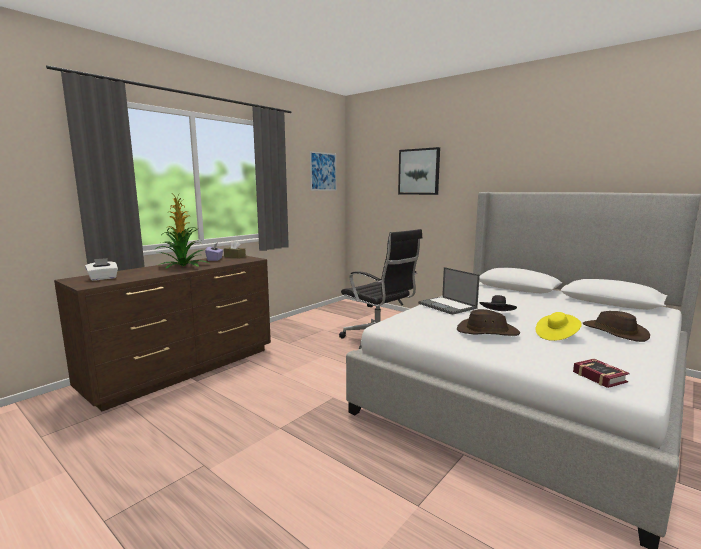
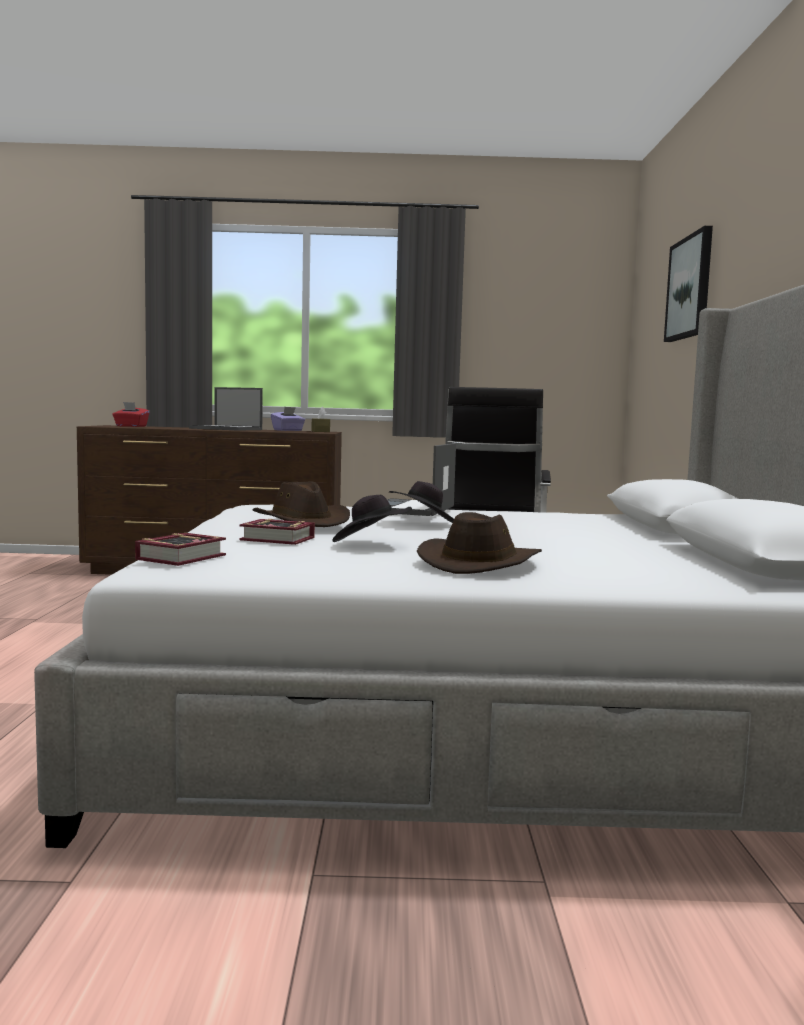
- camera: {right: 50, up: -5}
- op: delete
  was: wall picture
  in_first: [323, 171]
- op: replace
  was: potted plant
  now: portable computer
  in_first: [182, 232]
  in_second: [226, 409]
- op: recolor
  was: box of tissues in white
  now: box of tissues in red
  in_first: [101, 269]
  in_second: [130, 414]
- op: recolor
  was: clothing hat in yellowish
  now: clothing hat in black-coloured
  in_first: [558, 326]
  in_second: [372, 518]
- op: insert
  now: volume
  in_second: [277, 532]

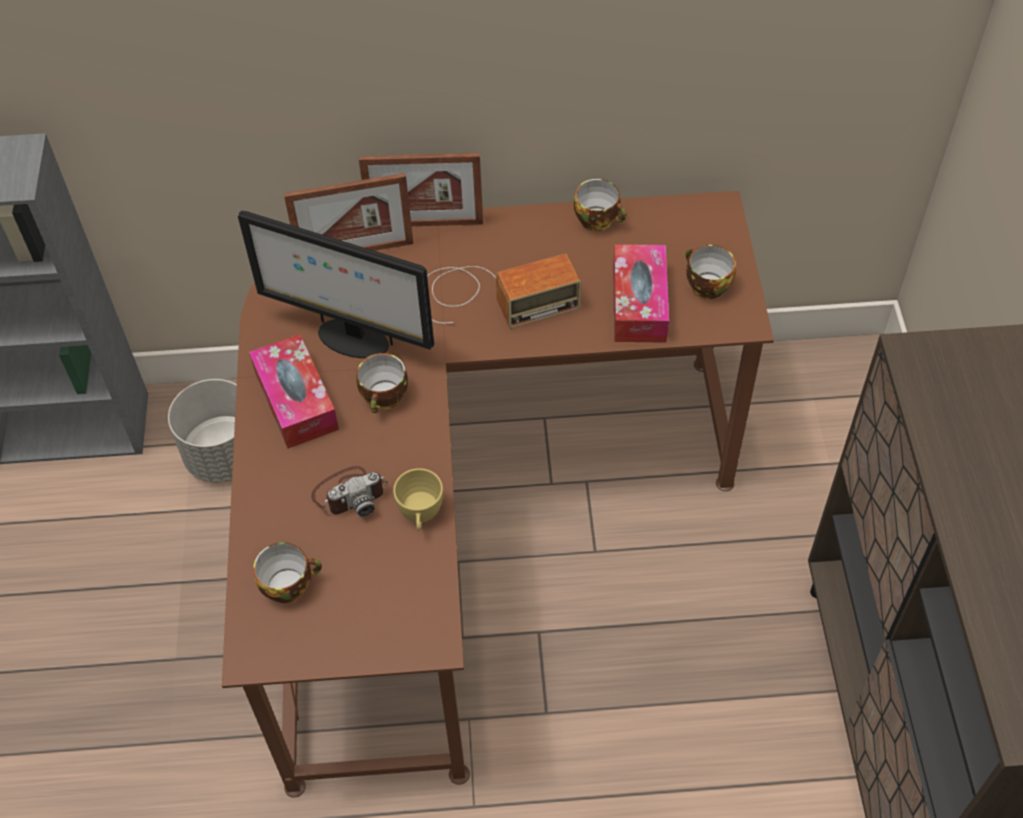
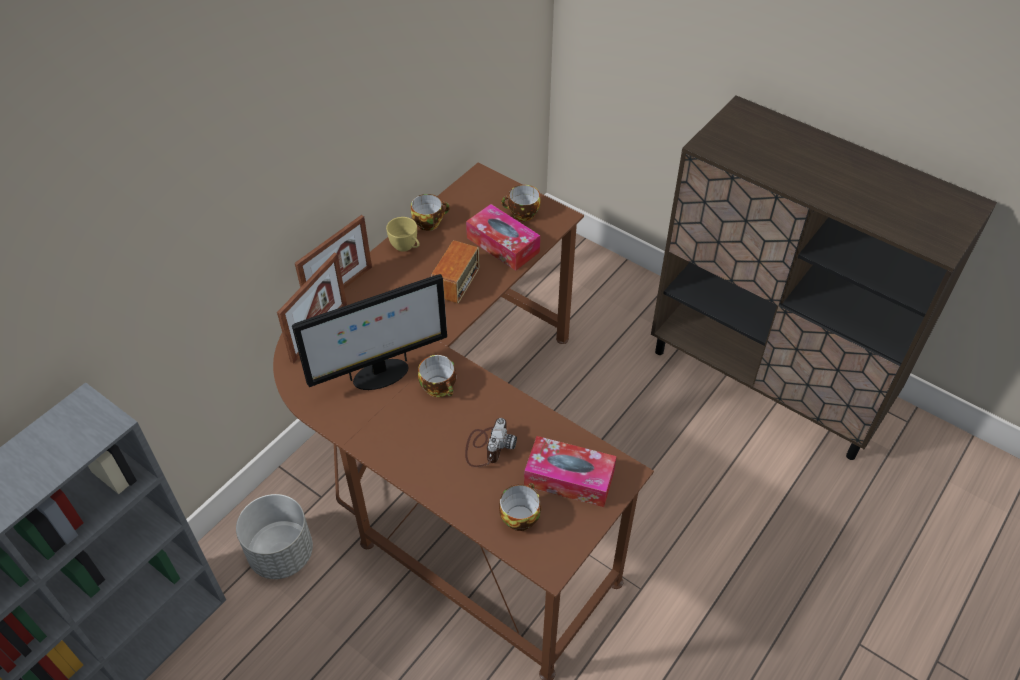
- camera: {right: -50, up: -5}
- op: move
  was: box of tissues
  in_first: [294, 391]
  in_second: [570, 471]
- op: move
  was: drinking cup in yellowish
  in_first: [418, 499]
  in_second: [403, 234]

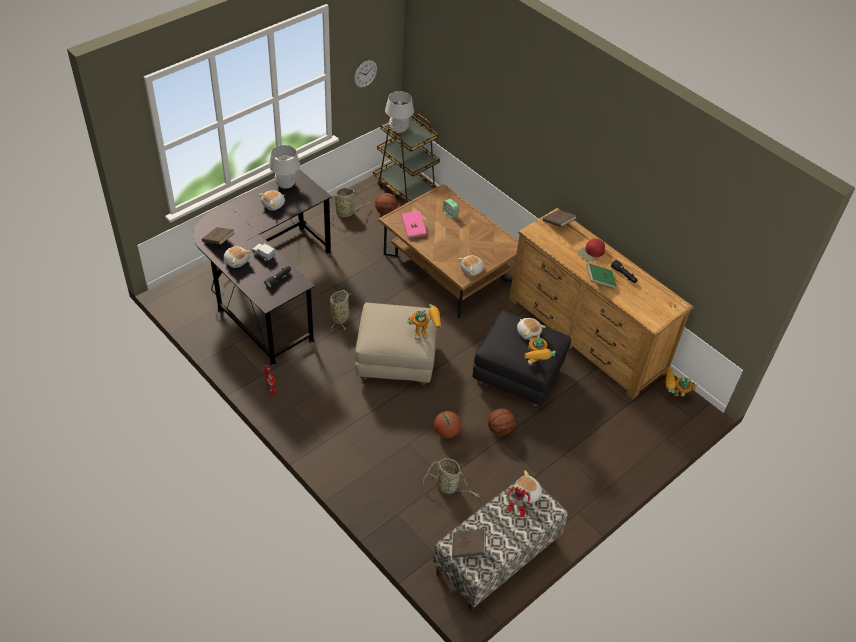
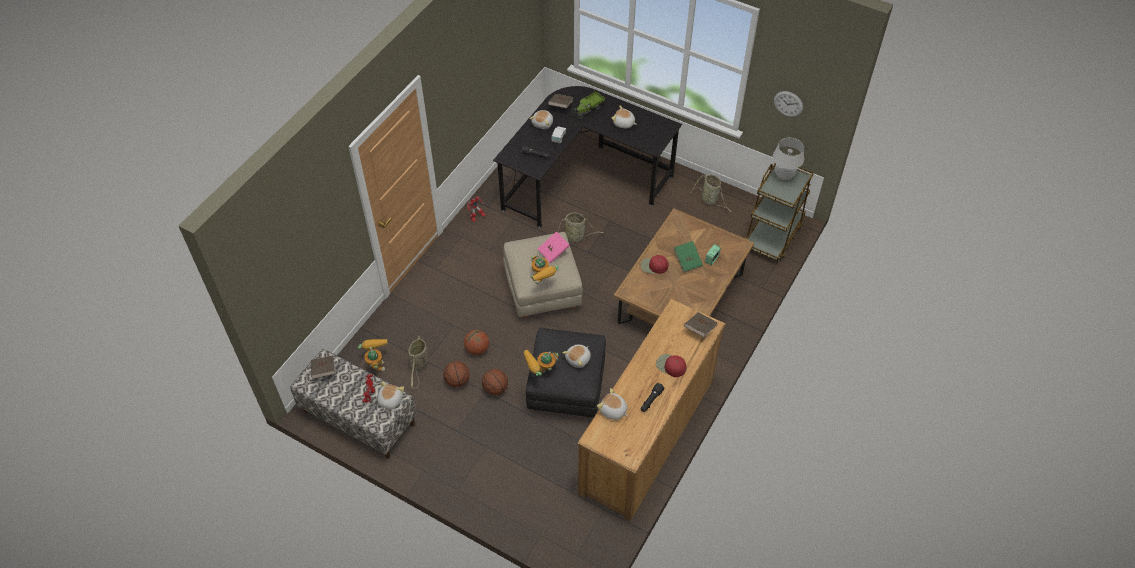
- camera: {right: 75, up: 5}
- op: delete
  was: tabletop lamp in white
  in_first: [284, 167]
- op: move
  was: ball for basketball
  in_first: [386, 204]
  in_second: [456, 374]
- op: move
  was: volume in pinkish
  in_first: [414, 224]
  in_second: [554, 247]
- op: move
  was: plush toy
  in_first: [471, 266]
  in_second: [612, 404]
- op: move
  was: volume in green
  in_first: [601, 276]
  in_second: [688, 256]
- op: move
  was: model robot
  in_first: [681, 382]
  in_second: [373, 355]
- op: insert
  now: toy truck
  in_second: [588, 105]
- op: insert
  now: baseball cap in red
  in_second: [655, 264]

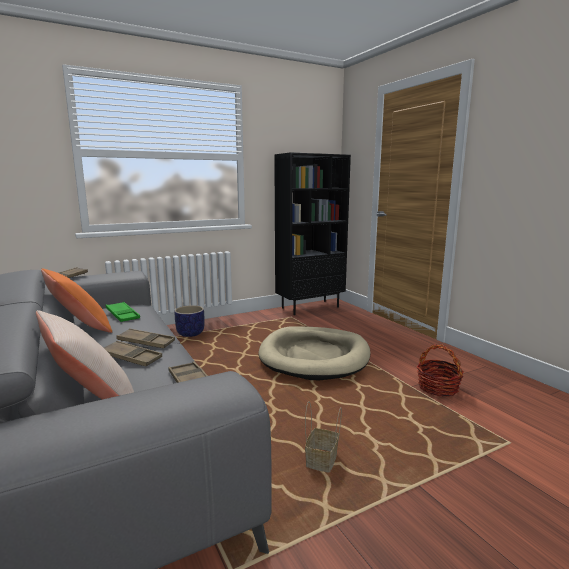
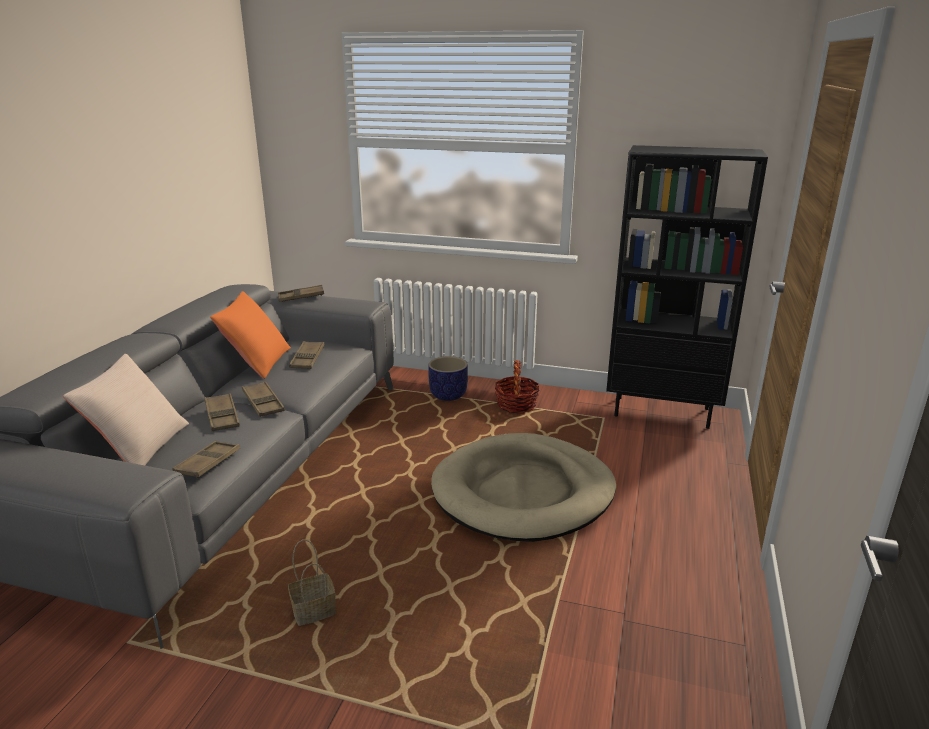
- camera: {right: 45, up: 10}
- op: recolor
  was: tray in green
  now: tray in brownish
  in_first: [123, 312]
  in_second: [306, 355]
- op: move
  was: basket
  in_first: [440, 370]
  in_second: [517, 386]

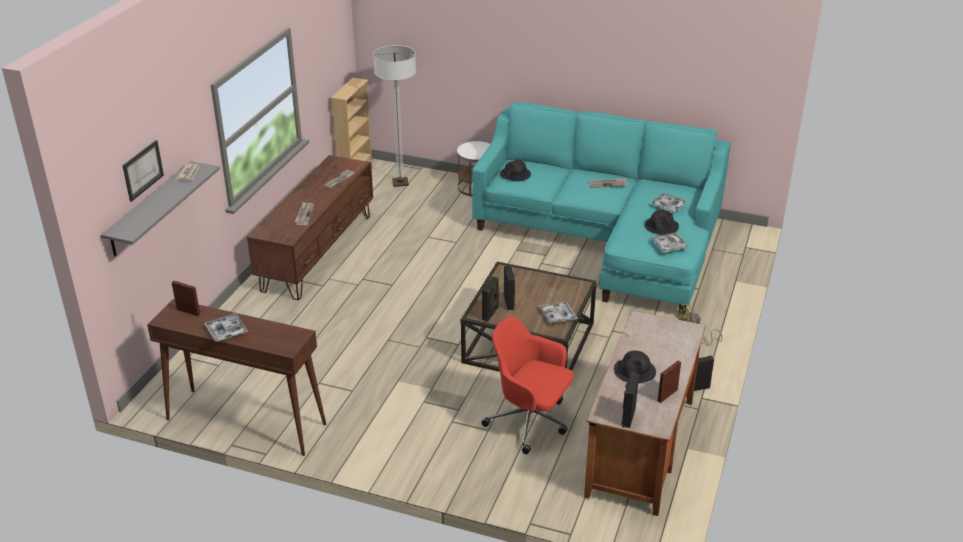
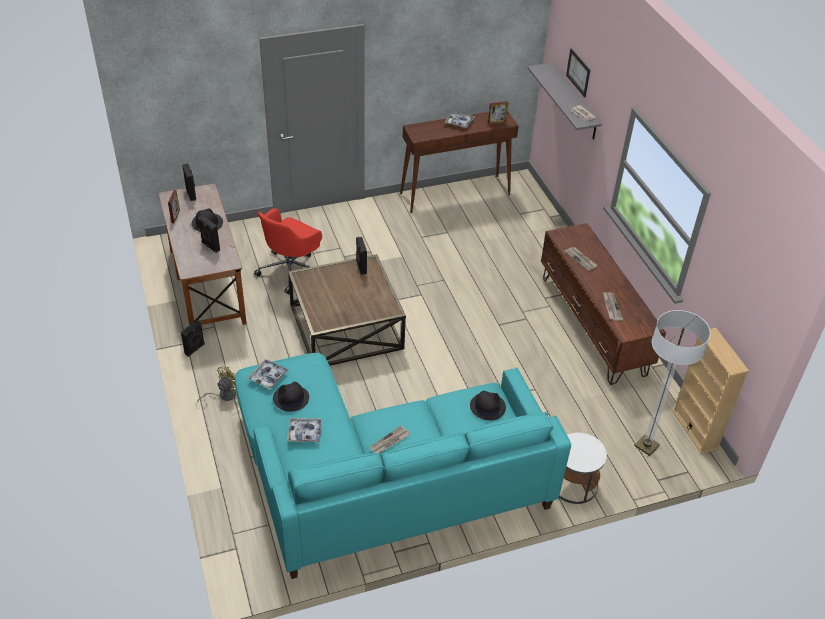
- camera: {right: 140, up: 10}
- op: move
  was: loudspeaker in black-coloured
  in_first: [509, 287]
  in_second: [209, 234]
- op: delete
  was: tray
  in_first: [558, 312]
- op: rotate
  was: desk chair in red
  in_first: [527, 385]
  in_second: [288, 251]
  clockwise: 135

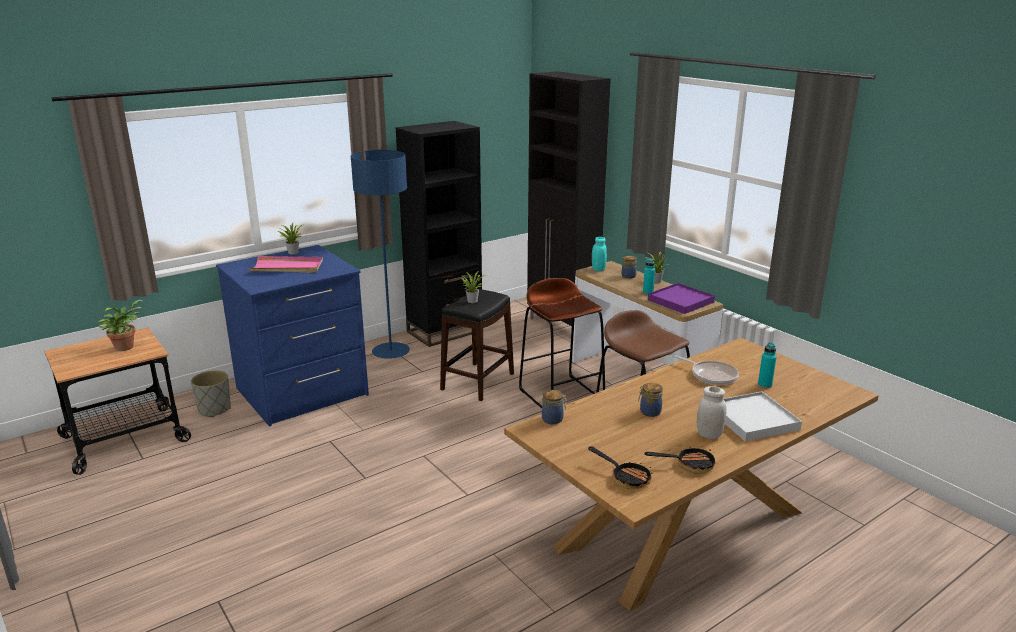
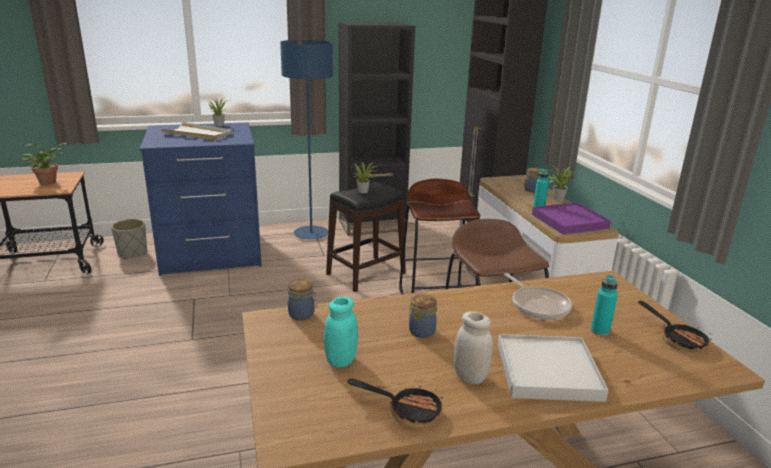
- camera: {right: 20, up: 0}
- op: move
  was: storage jar in turquoise
  in_first: [599, 254]
  in_second: [341, 332]
- op: recolor
  was: tray in pinkish
  now: tray in white
  in_first: [285, 264]
  in_second: [196, 131]
- op: move
  was: pan
  in_first: [620, 467]
  in_second: [675, 326]

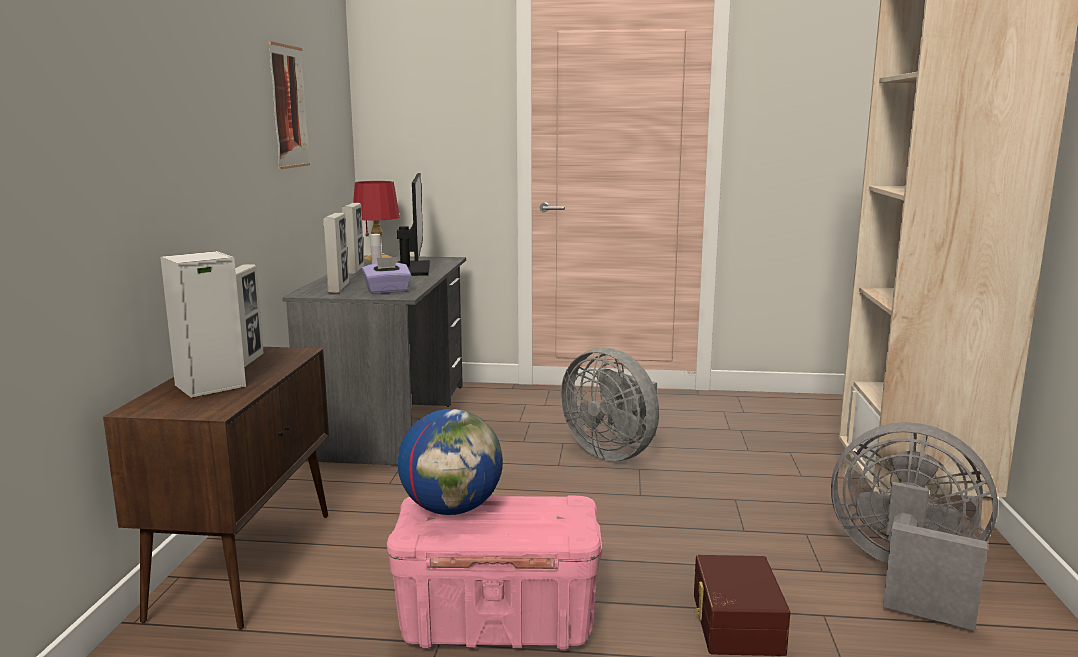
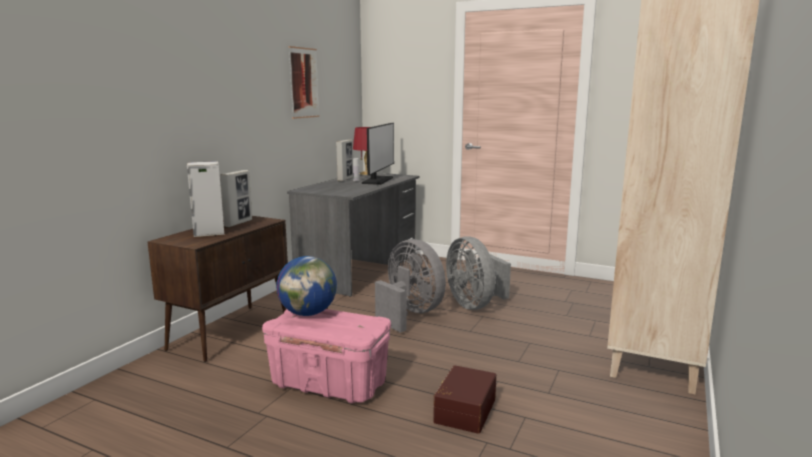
- camera: {right: 20, up: 0}
- op: delete
  was: photo frame
  in_first: [336, 253]
- op: delete
  was: box of tissues in purple-coloured
  in_first: [386, 275]
- op: move
  was: electric fan in gray
  in_first: [914, 526]
  in_second: [410, 286]

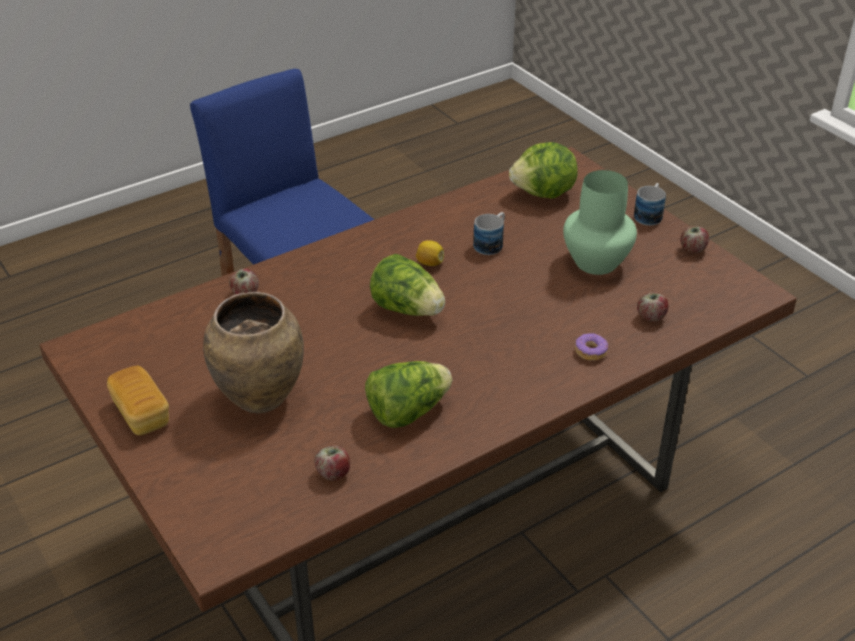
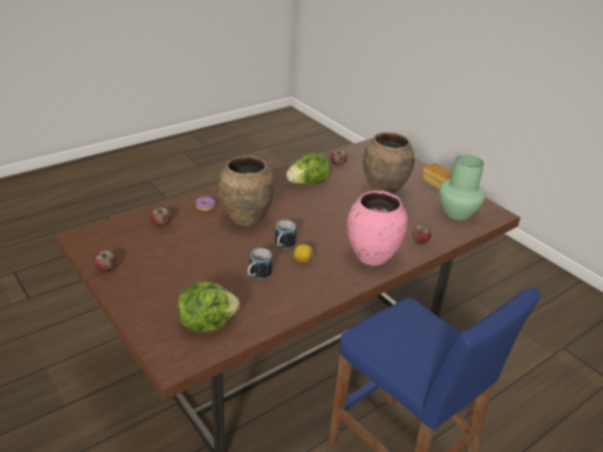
- camera: {right: 175, up: -5}
- op: move
  was: decorative vase in green
  in_first: [600, 222]
  in_second: [462, 187]
- op: move
  was: mug
  in_first: [650, 204]
  in_second: [285, 234]
- op: delete
  was: lettuce head
  in_first: [407, 285]
- op: insert
  now: decorative vase in brownish
  in_second: [246, 191]
- op: insert
  now: decorative vase in pinkish
  in_second: [377, 228]

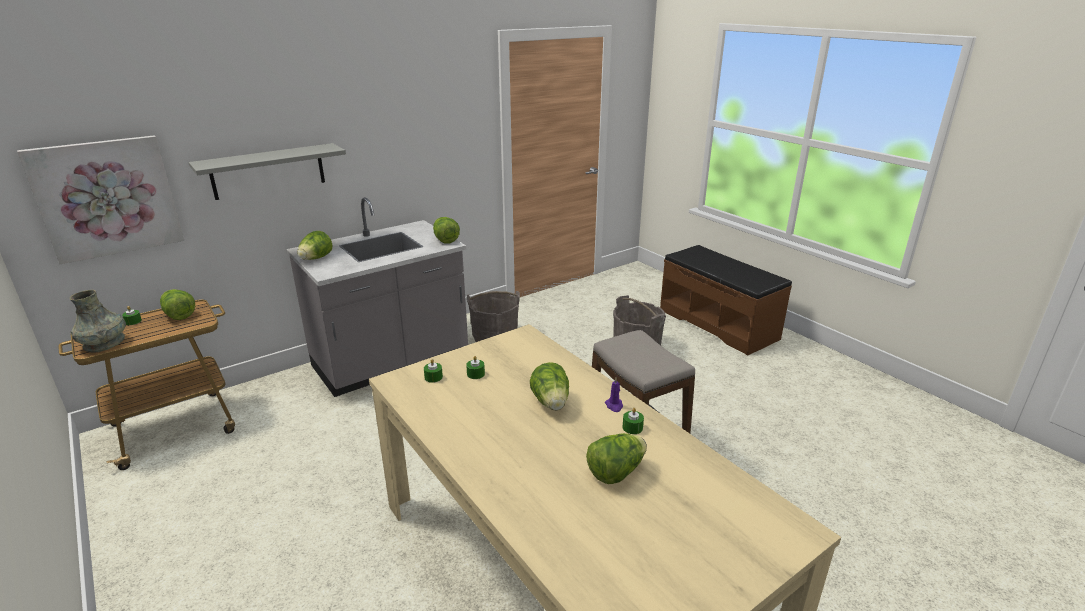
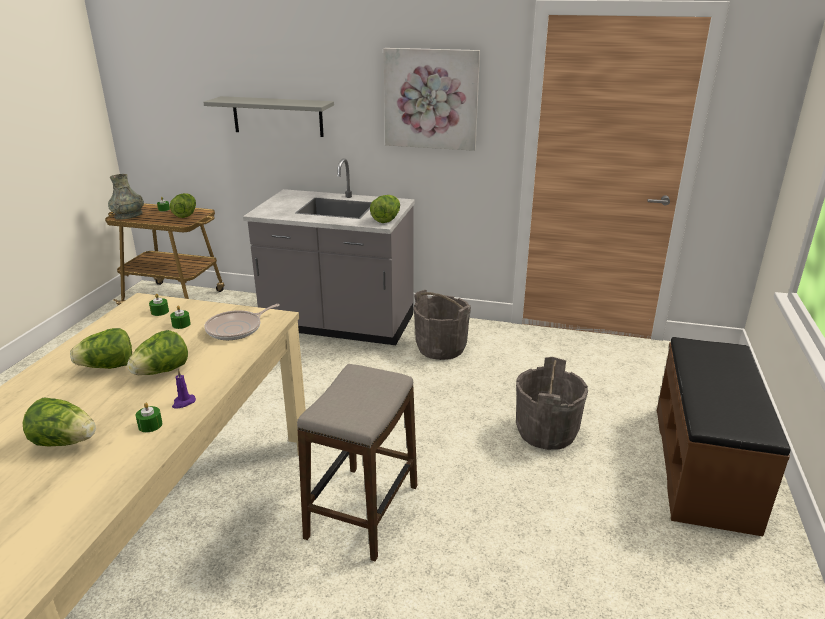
- camera: {right: 50, up: 0}
- op: move
  was: wall picture
  in_first: [100, 199]
  in_second: [431, 99]
- op: move
  was: lettuce head
  in_first: [314, 245]
  in_second: [101, 348]
- op: insert
  now: pan
  in_second: [242, 322]

